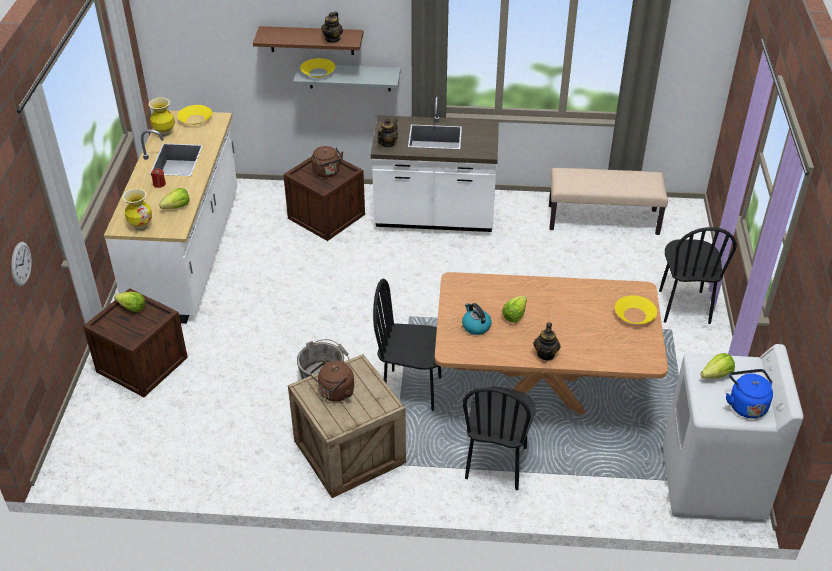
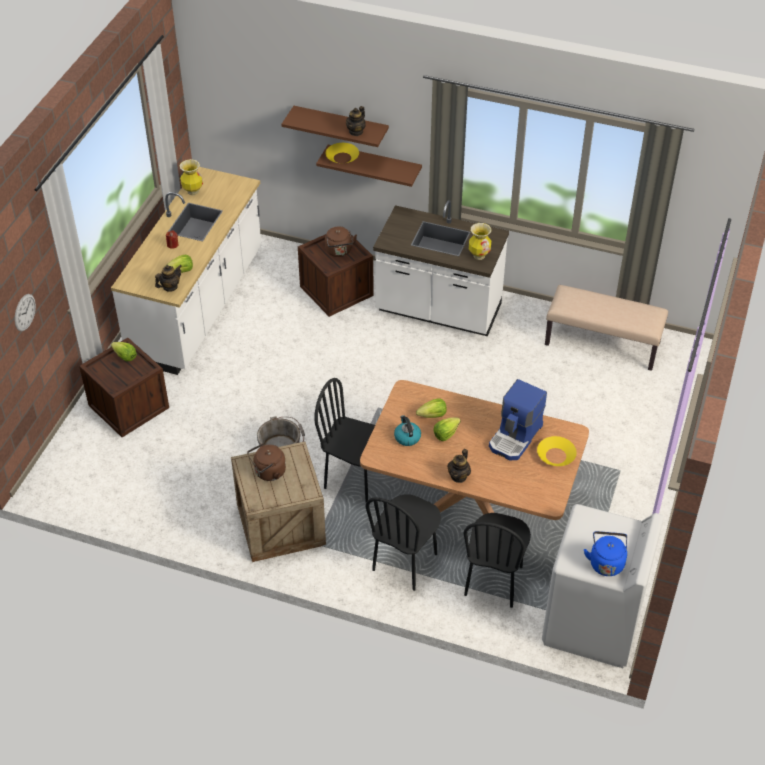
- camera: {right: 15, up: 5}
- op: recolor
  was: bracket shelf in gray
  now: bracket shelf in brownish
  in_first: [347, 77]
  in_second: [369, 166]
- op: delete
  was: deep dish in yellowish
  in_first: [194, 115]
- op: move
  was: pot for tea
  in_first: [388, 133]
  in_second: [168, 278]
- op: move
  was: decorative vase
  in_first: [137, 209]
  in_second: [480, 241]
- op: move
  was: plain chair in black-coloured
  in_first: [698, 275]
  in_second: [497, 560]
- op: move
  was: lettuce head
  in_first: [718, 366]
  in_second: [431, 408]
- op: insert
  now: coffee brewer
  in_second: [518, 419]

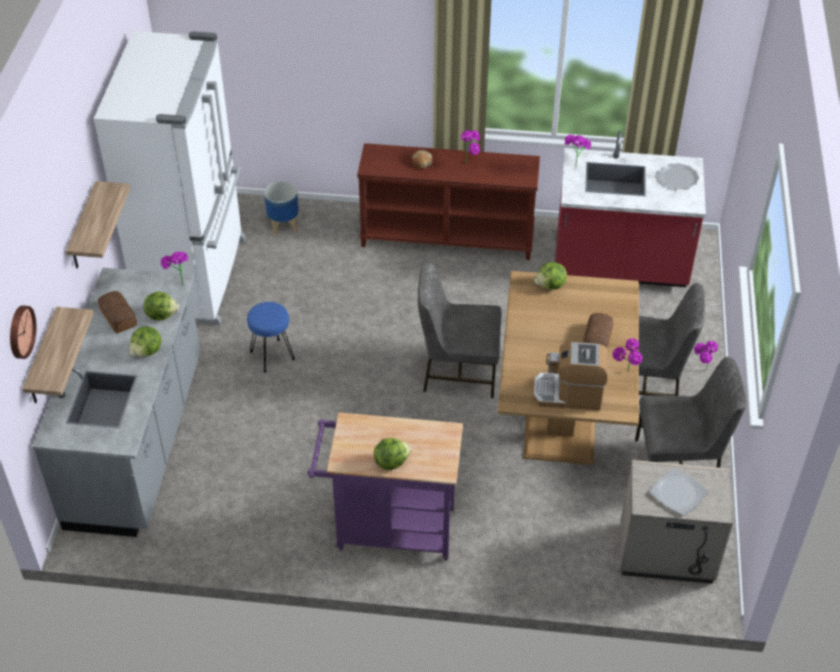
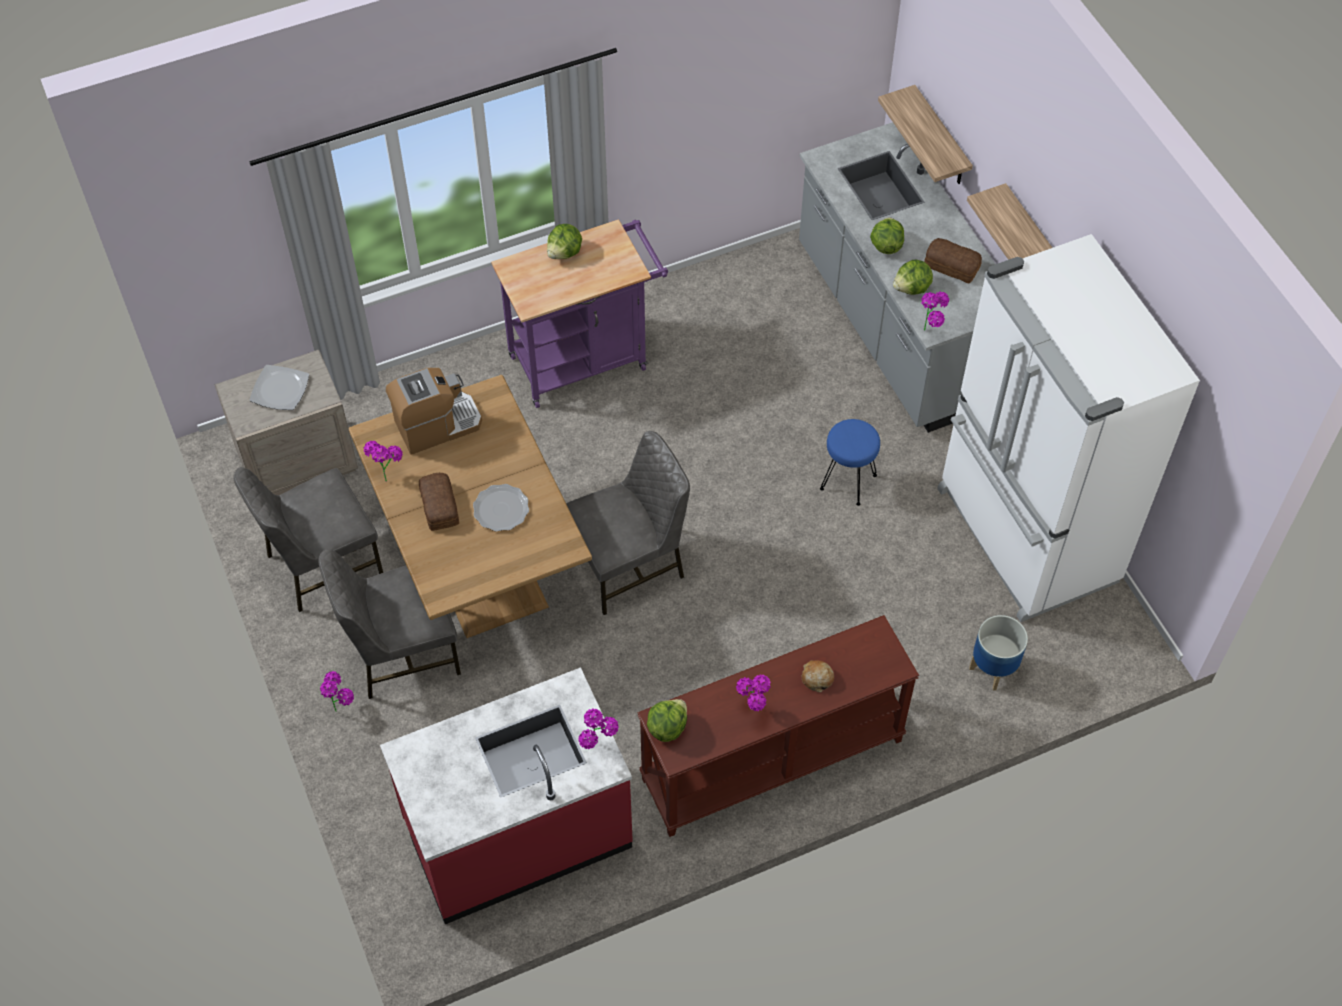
- camera: {right: 150, up: 10}
- op: move
  was: dinner plate
  in_first: [679, 176]
  in_second: [501, 508]
- op: move
  was: lettuce head
  in_first: [550, 276]
  in_second: [667, 720]
- op: delete
  was: hanging clock
  in_first: [23, 332]

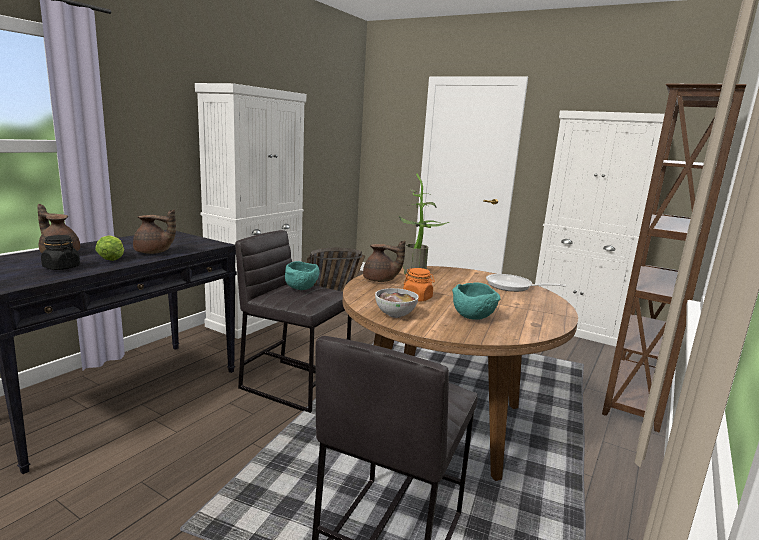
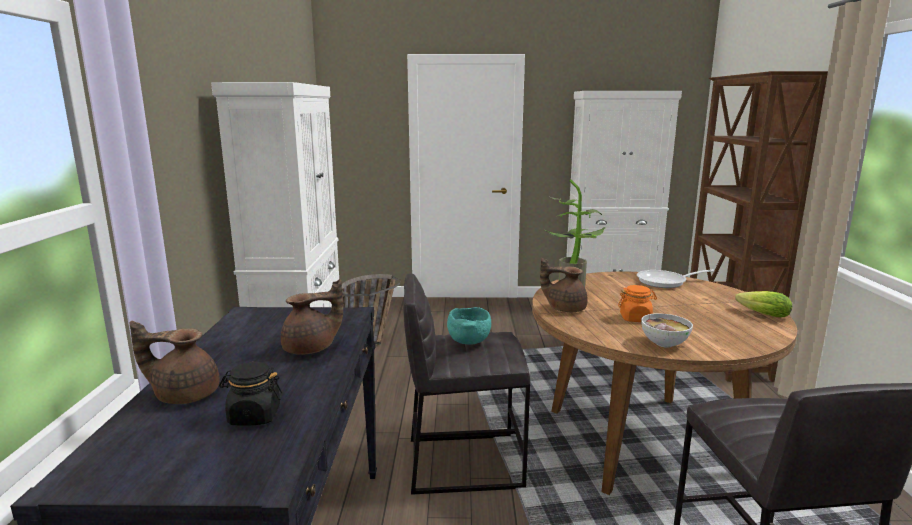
- camera: {right: -30, up: 0}
- op: move
  was: lettuce head
  in_first: [109, 248]
  in_second: [763, 304]
- op: rotate
  was: pot for tea in brownish
  in_first: [384, 261]
  in_second: [564, 285]
  clockwise: -150
- op: delete
  was: deep dish in turquoise
  in_first: [476, 301]

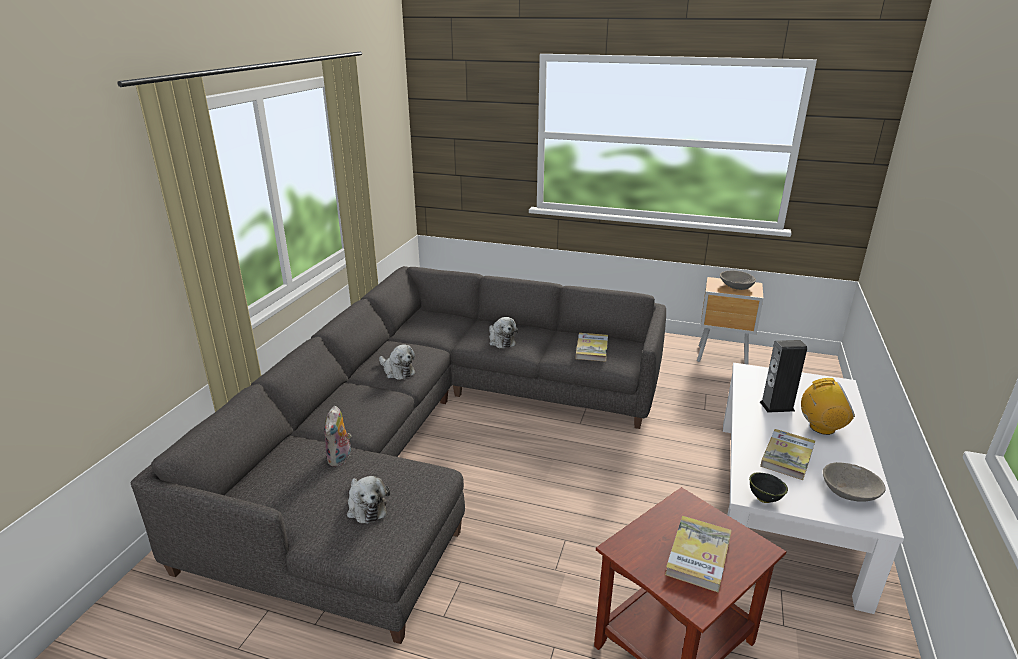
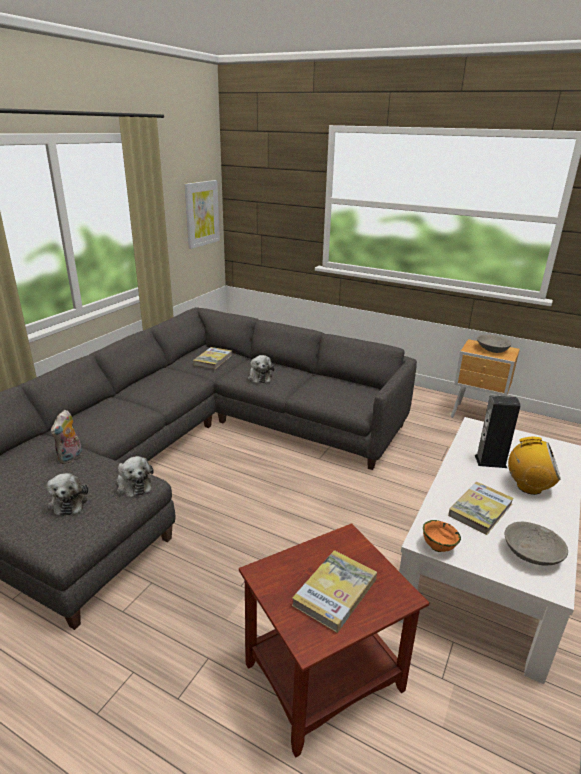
- camera: {right: 10, up: 0}
- op: move
  was: volume
  in_first: [591, 347]
  in_second: [212, 358]
- op: move
  was: plush toy
  in_first: [397, 362]
  in_second: [135, 476]
- op: recolor
  was: deep dish in black-coloured
  now: deep dish in orange
  in_first: [768, 487]
  in_second: [442, 536]
- op: insert
  now: wall picture
  in_second: [202, 214]

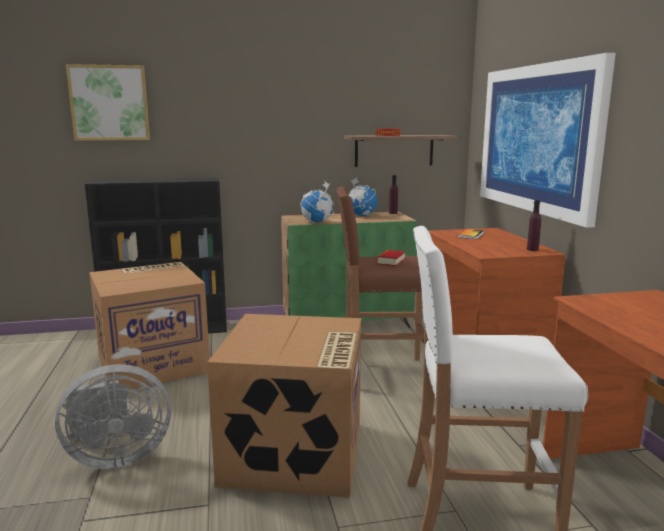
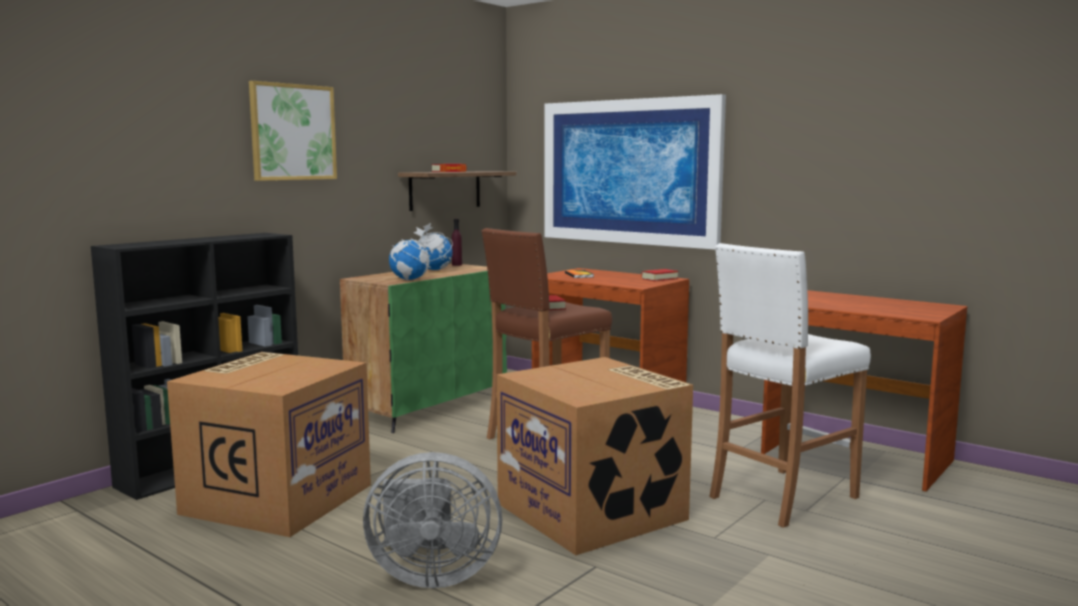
- camera: {right: -40, up: -5}
- op: move
  was: wall picture
  in_first: [108, 102]
  in_second: [293, 131]
- op: replace
  was: drink bottle in purple-coloured
  now: volume
  in_first: [534, 225]
  in_second: [659, 275]
- op: rotate
  was: electric fan in gray
  in_first: [113, 416]
  in_second: [432, 520]
  clockwise: 60

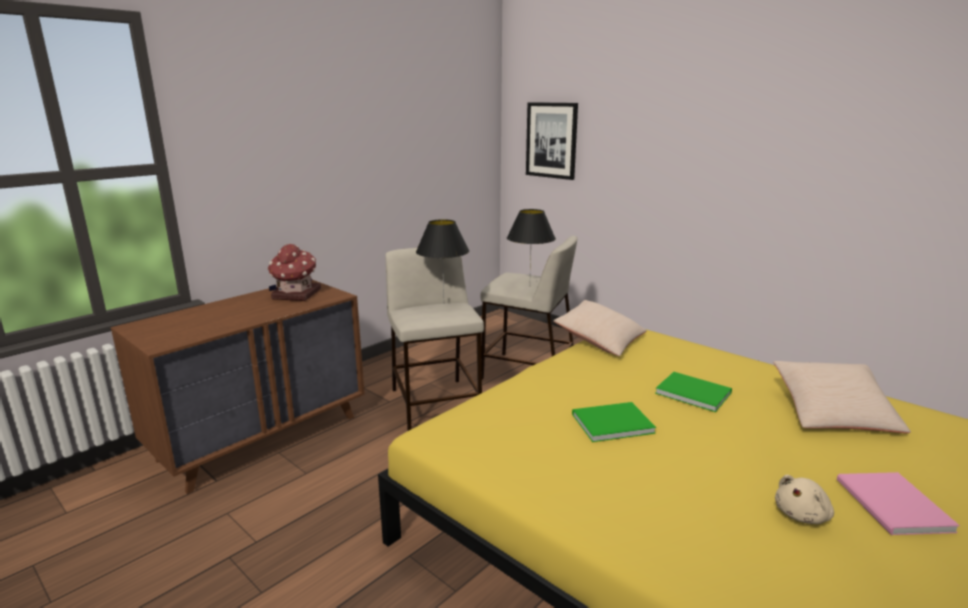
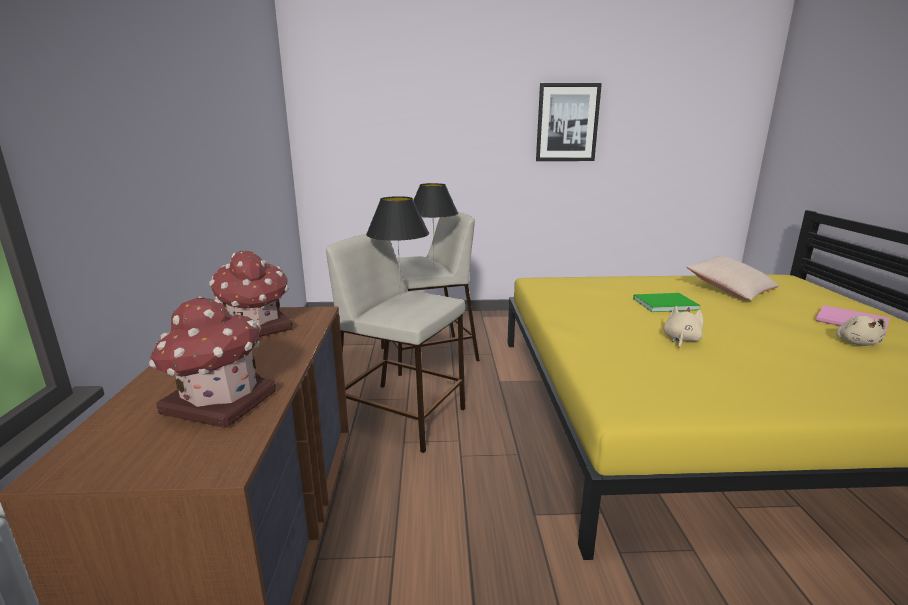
- camera: {right: -45, up: 0}
- op: move
  was: wall picture
  in_first: [552, 141]
  in_second: [569, 122]
- op: delete
  was: pillow in sand-coloured
  in_first: [600, 328]
- op: replace
  was: volume in green
  now: plush toy in sand-coloured
  in_first: [614, 422]
  in_second: [683, 327]
- op: insert
  now: miniature house
  in_second: [212, 362]

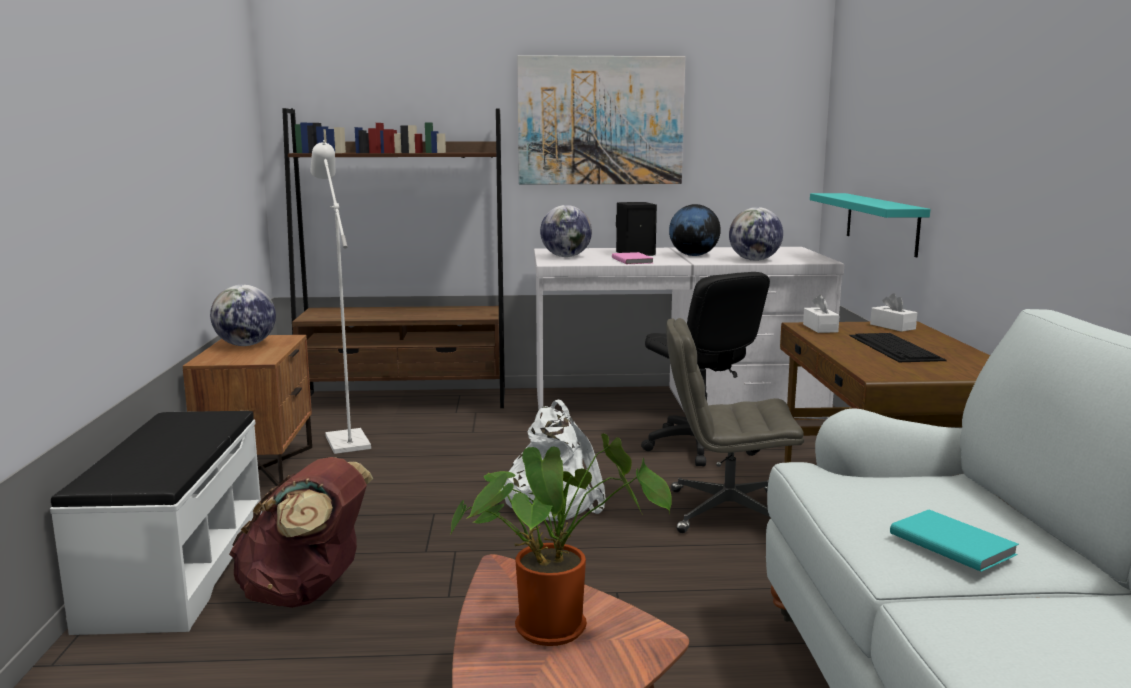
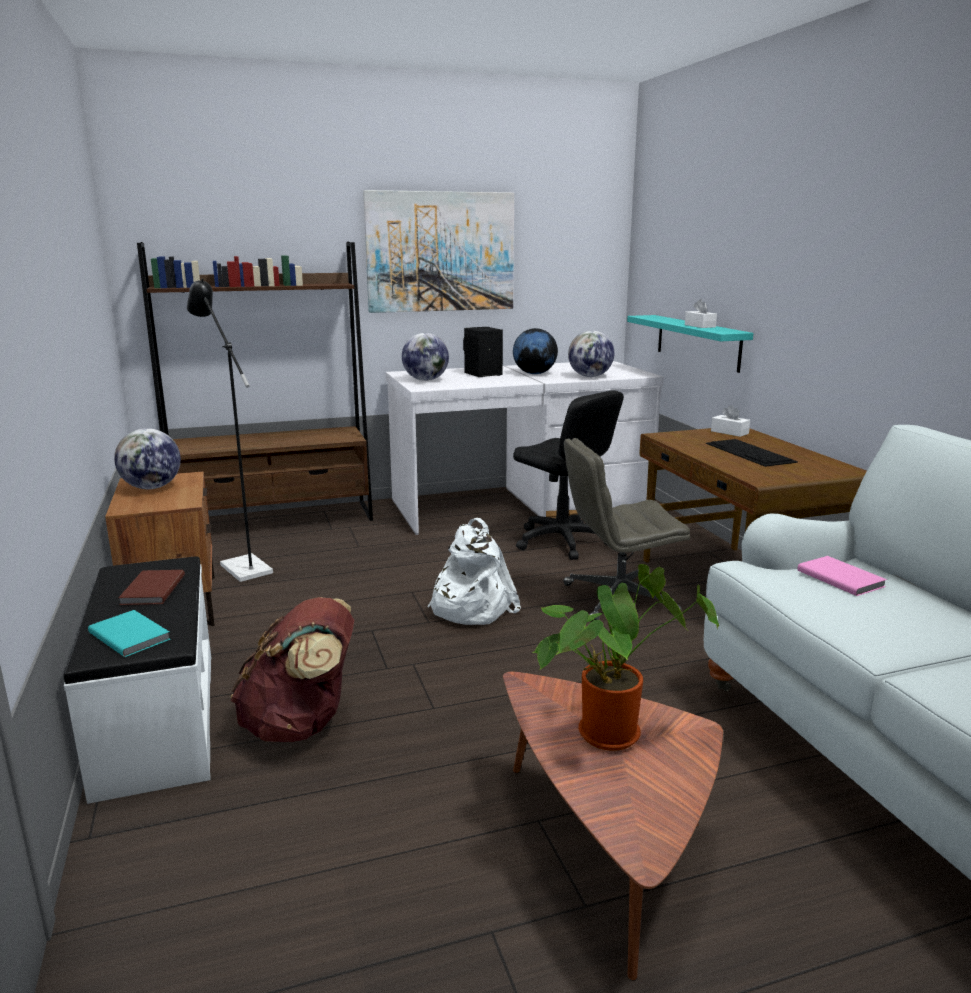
- camera: {right: -15, up: 5}
- op: recolor
  was: standing lamp in white
  now: standing lamp in black-coloured
  in_first: [341, 297]
  in_second: [230, 430]
- op: move
  was: volume in pinkish
  in_first: [632, 258]
  in_second: [842, 576]
- op: move
  was: box of tissues in white
  in_first: [821, 314]
  in_second: [701, 313]
- op: move
  was: volume in turquoise
  in_first: [954, 541]
  in_second: [129, 633]
- op: insert
  now: volume in brownish
  in_second: [151, 587]

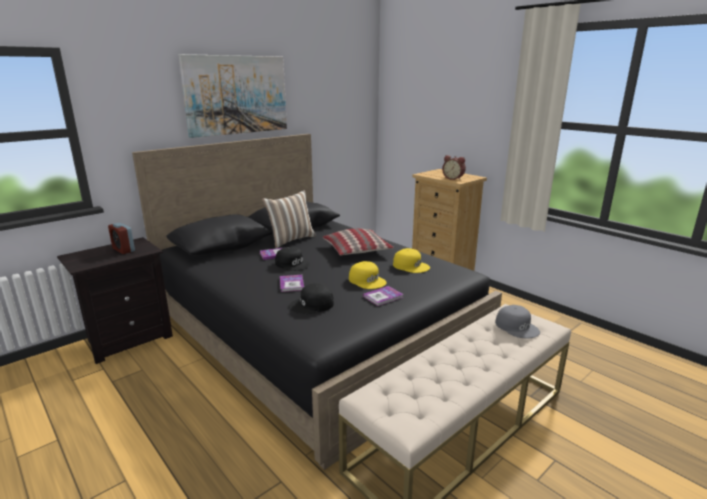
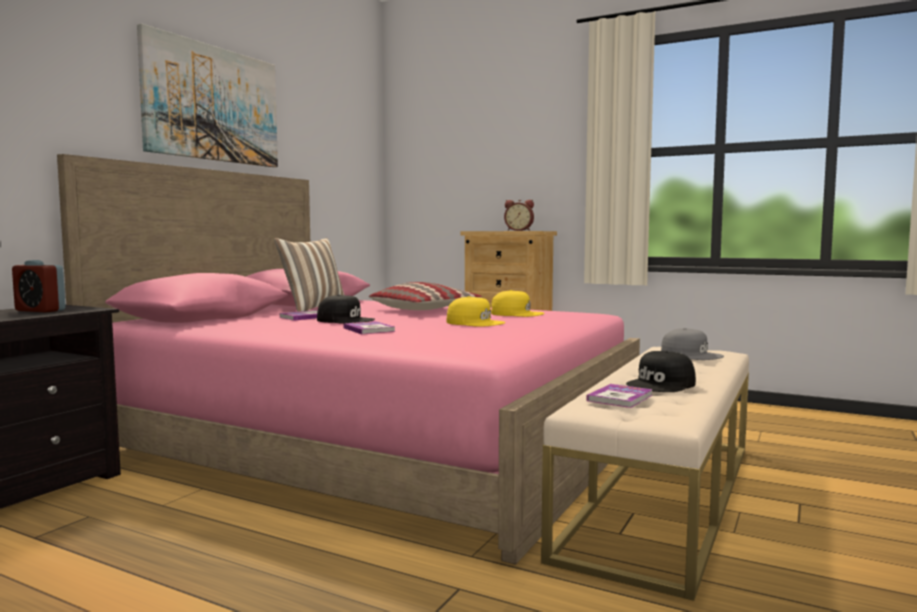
- camera: {right: -20, up: -15}
- op: recolor
  was: bedroom bed in black-coloured
  now: bedroom bed in pinkish
  in_first: [317, 302]
  in_second: [348, 359]
- op: move
  was: baseball cap in black-coloured
  in_first: [311, 298]
  in_second: [661, 371]
- op: move
  was: volume
  in_first: [383, 296]
  in_second: [619, 396]

